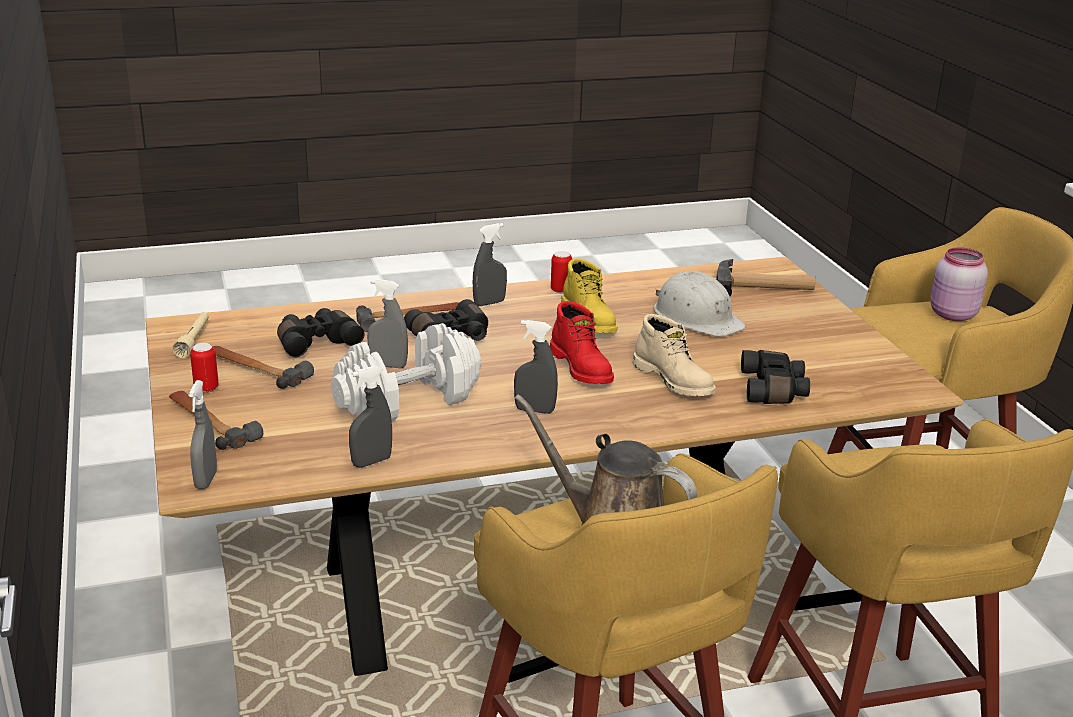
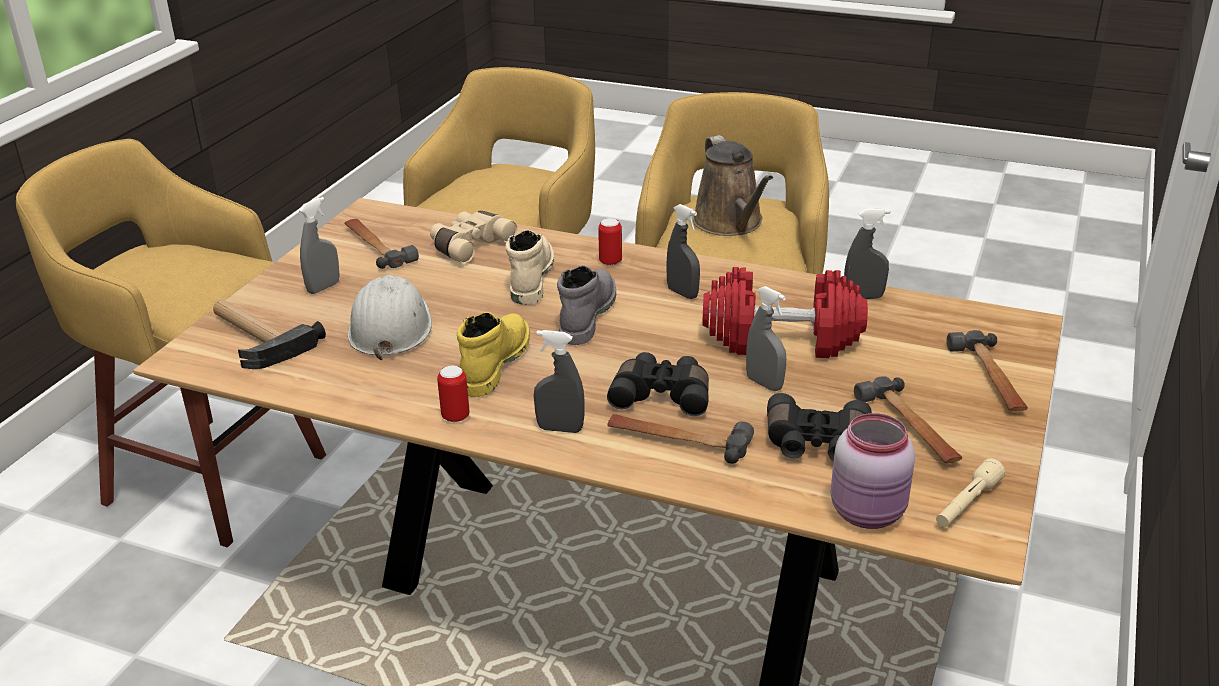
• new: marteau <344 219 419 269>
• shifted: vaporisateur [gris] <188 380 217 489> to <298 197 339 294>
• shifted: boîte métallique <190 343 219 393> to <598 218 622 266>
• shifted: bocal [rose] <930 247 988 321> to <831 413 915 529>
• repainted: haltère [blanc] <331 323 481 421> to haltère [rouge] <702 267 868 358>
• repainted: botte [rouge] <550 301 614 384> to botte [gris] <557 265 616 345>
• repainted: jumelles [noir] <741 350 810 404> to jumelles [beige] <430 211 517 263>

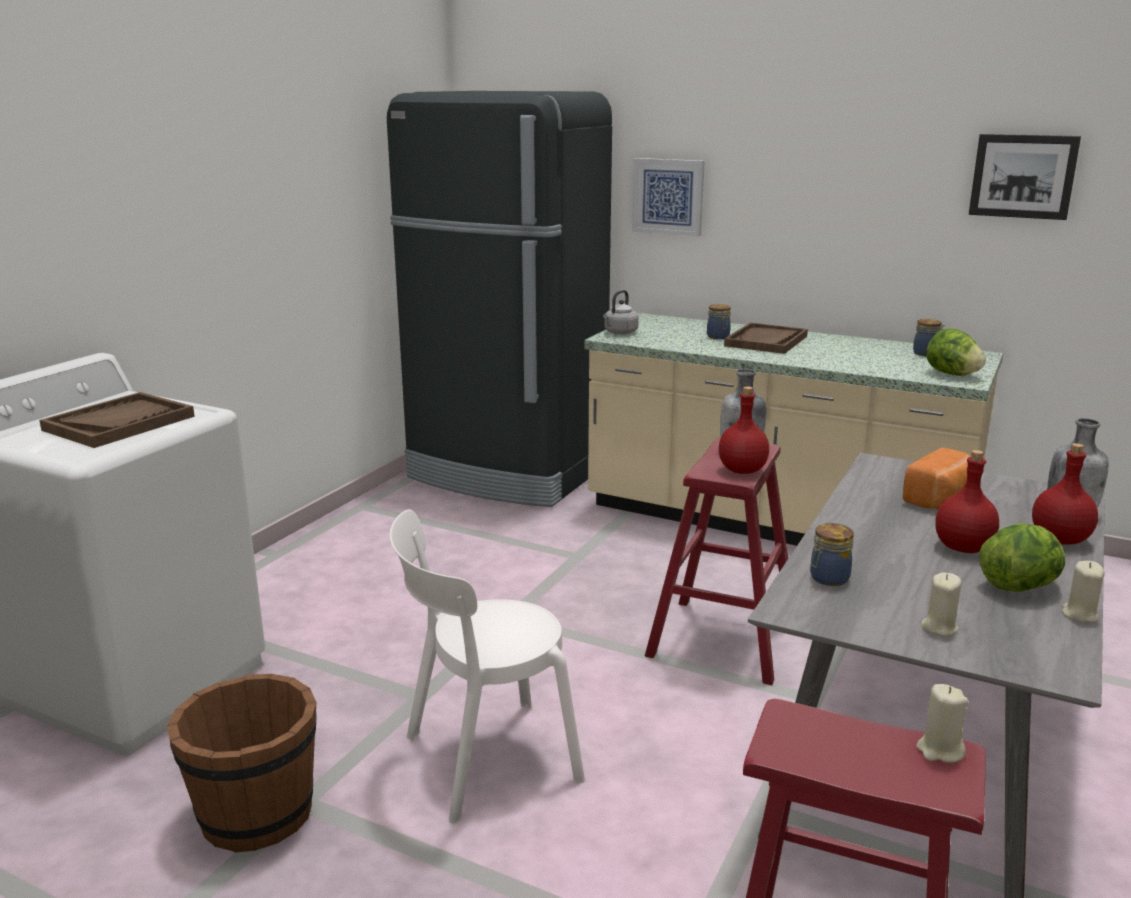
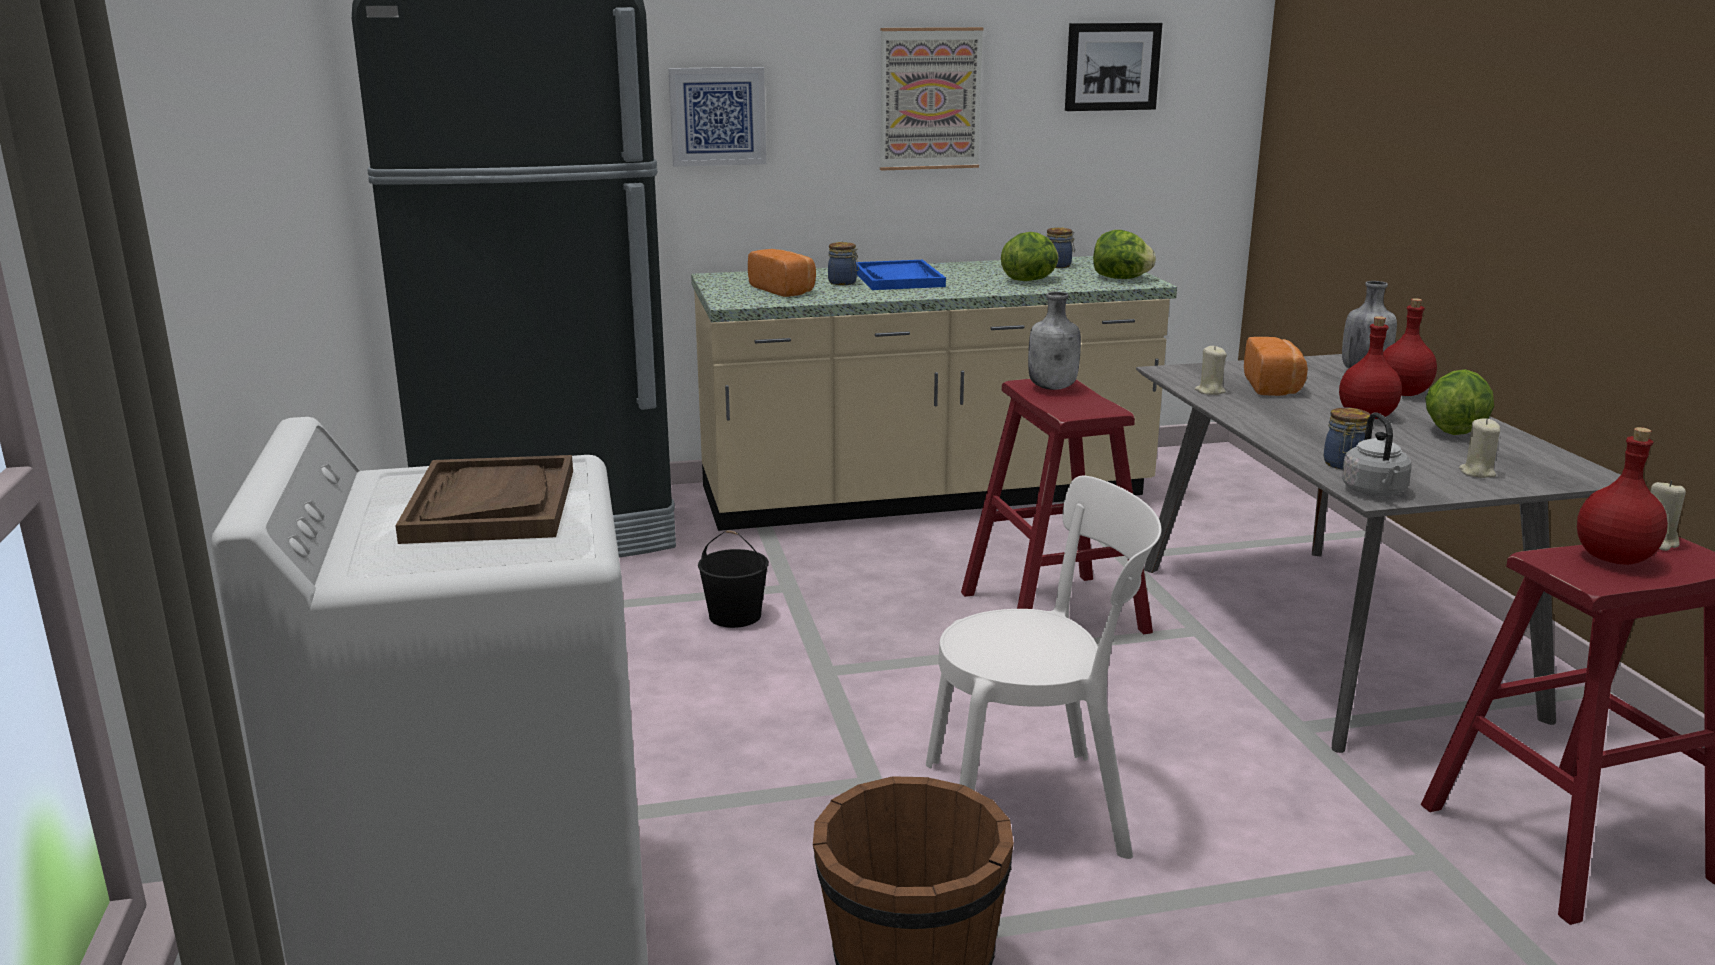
• new: seau [noir] <698 530 769 628>
• new: pain <748 249 816 297>
• new: tableau <880 27 983 171>
• new: laitue <1001 232 1059 281>
• shifted: bouilloire [gris] <603 290 639 334> to <1342 413 1412 496>
• shifted: bouteille [rouge] <719 386 769 474> to <1577 427 1668 565>
• shifted: bougie [beige] <1062 561 1104 623> to <1195 345 1227 395>
• repainted: plateau [marron] <724 323 808 354> to plateau [bleu] <856 260 946 290>
• rotated: chaise [blanc] <390 509 585 824> = <926 476 1161 859> 120 degrees counterclockwise

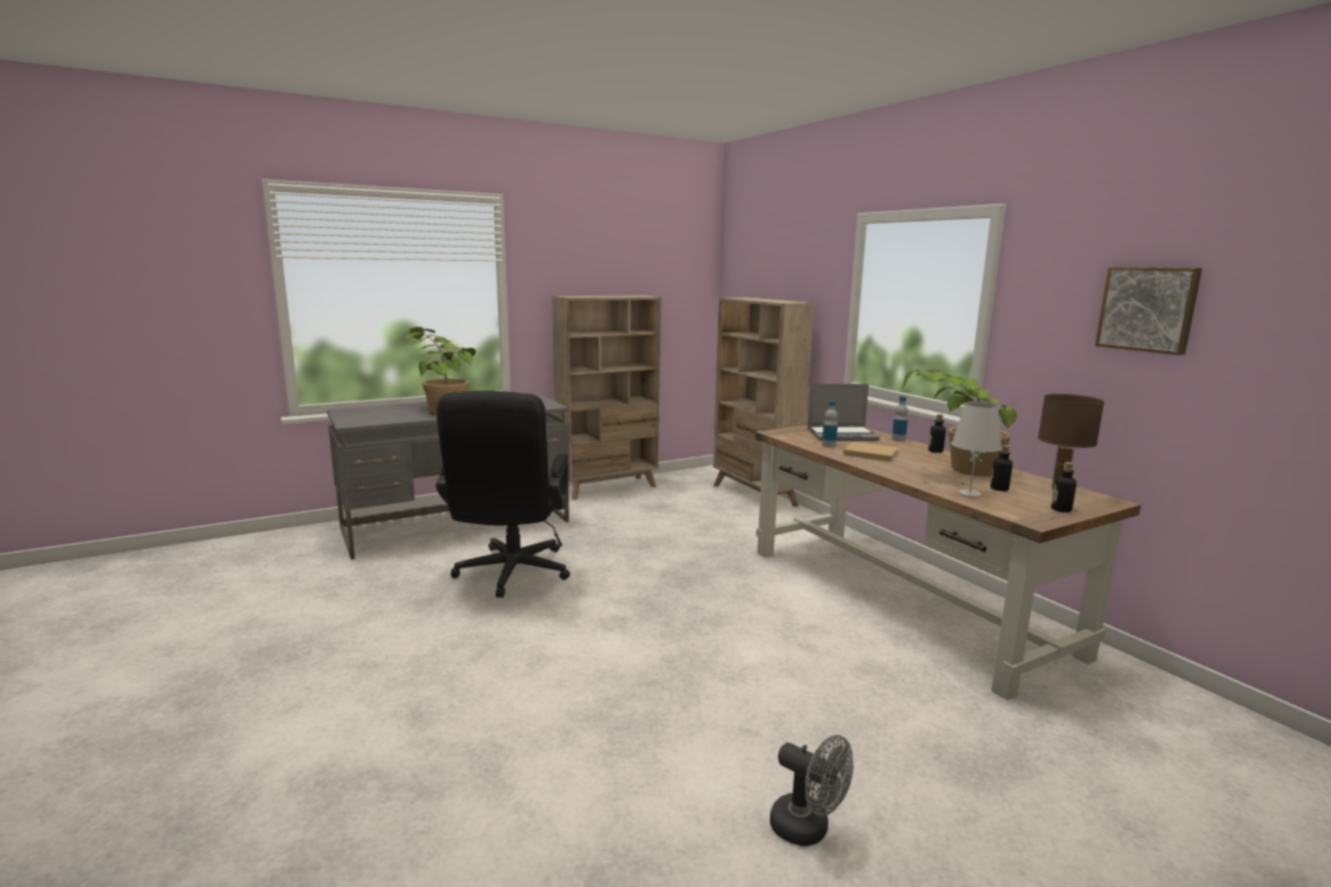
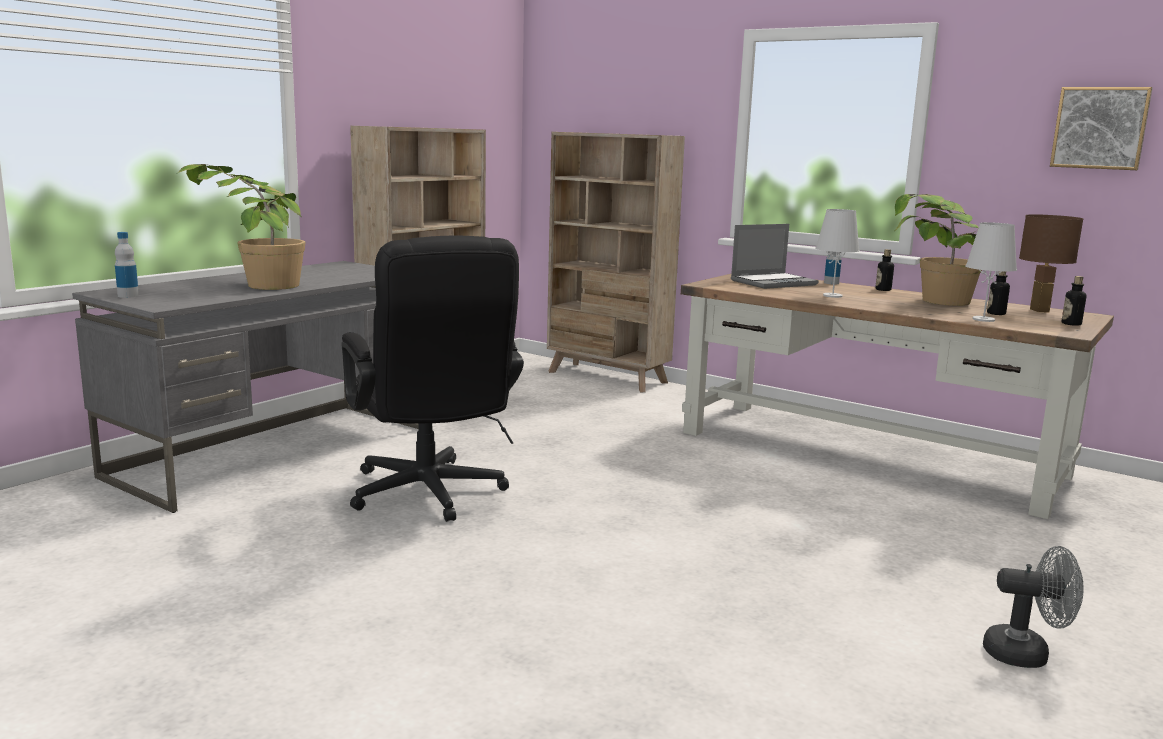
• shifted: bouteille <822 400 838 448> to <115 232 139 298>
• swapped: livre [beige] <843 442 899 462> to lampe de table [blanc] <815 209 860 298>

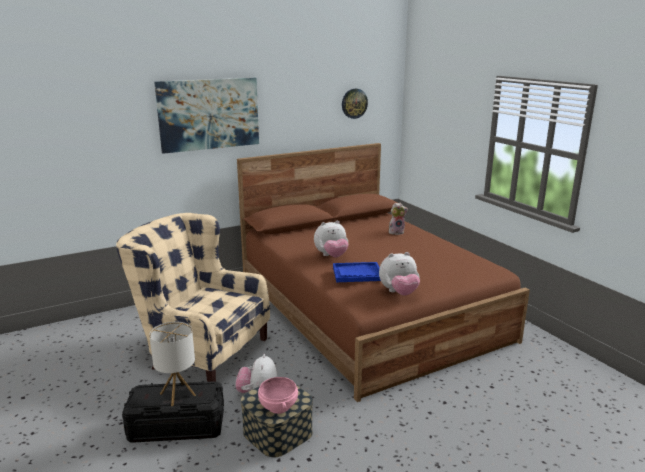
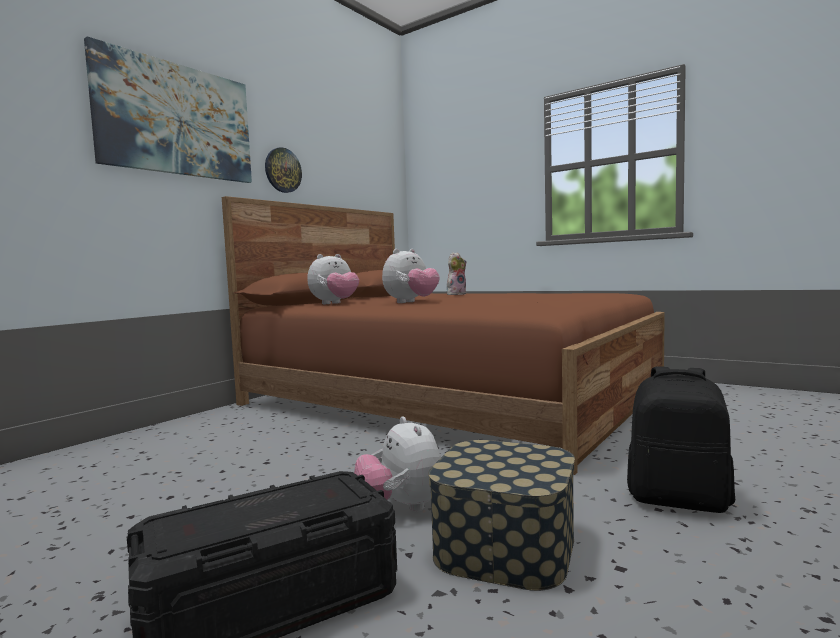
• gone: fauteuil [beige] <116 213 270 382>
• gone: lampe de table <149 322 196 406>
• gone: bol [rose] <258 377 298 414>
• gone: plateau [bleu] <333 262 381 282>
• new: sac à dos [noir] <627 366 735 513>
• shifted: horloge murale <342 89 368 119> to <265 147 302 193>
• shifted: peluche <379 252 420 296> to <307 254 359 304>

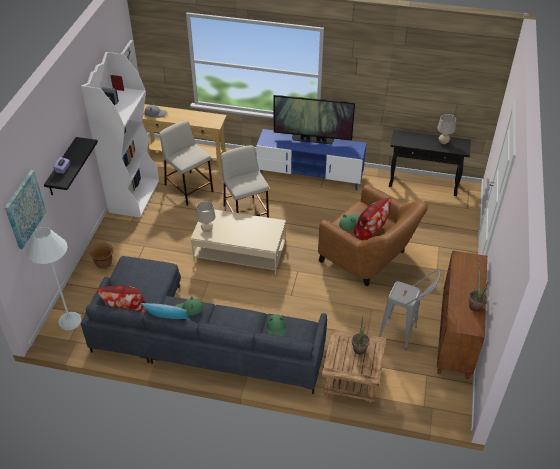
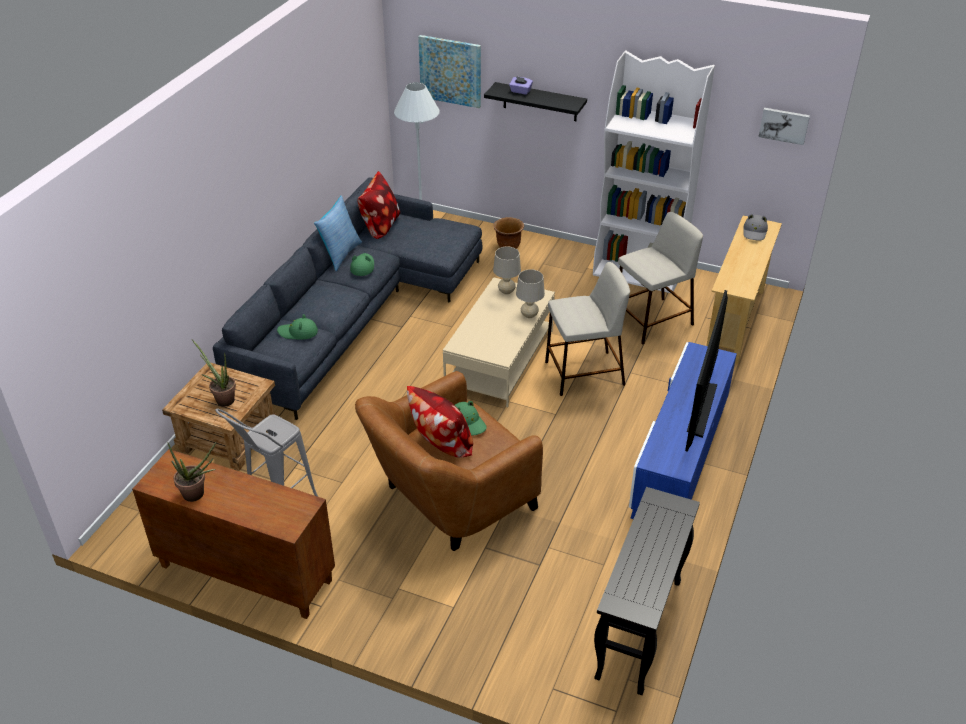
• shifted: lampe de table [beige] <437 114 456 144> to <516 269 545 318>

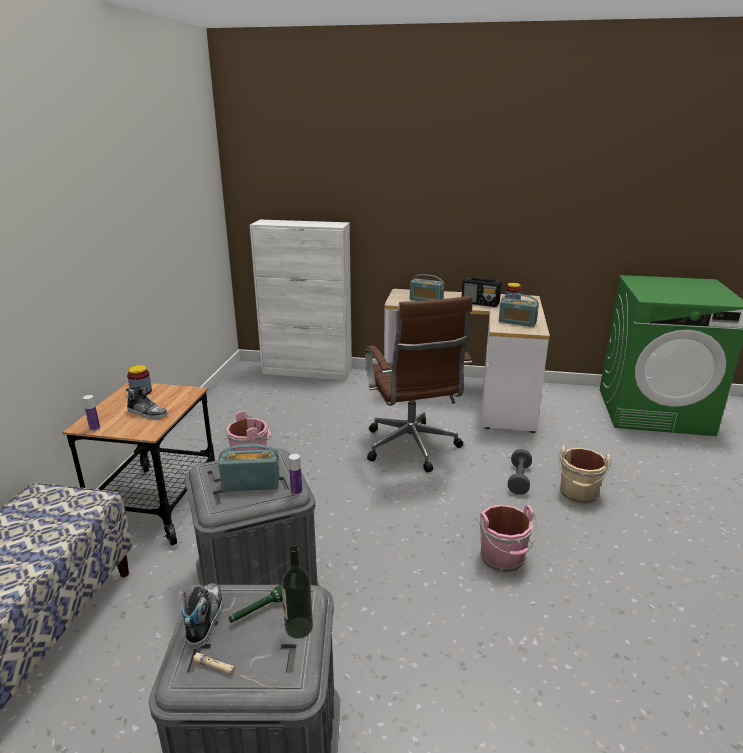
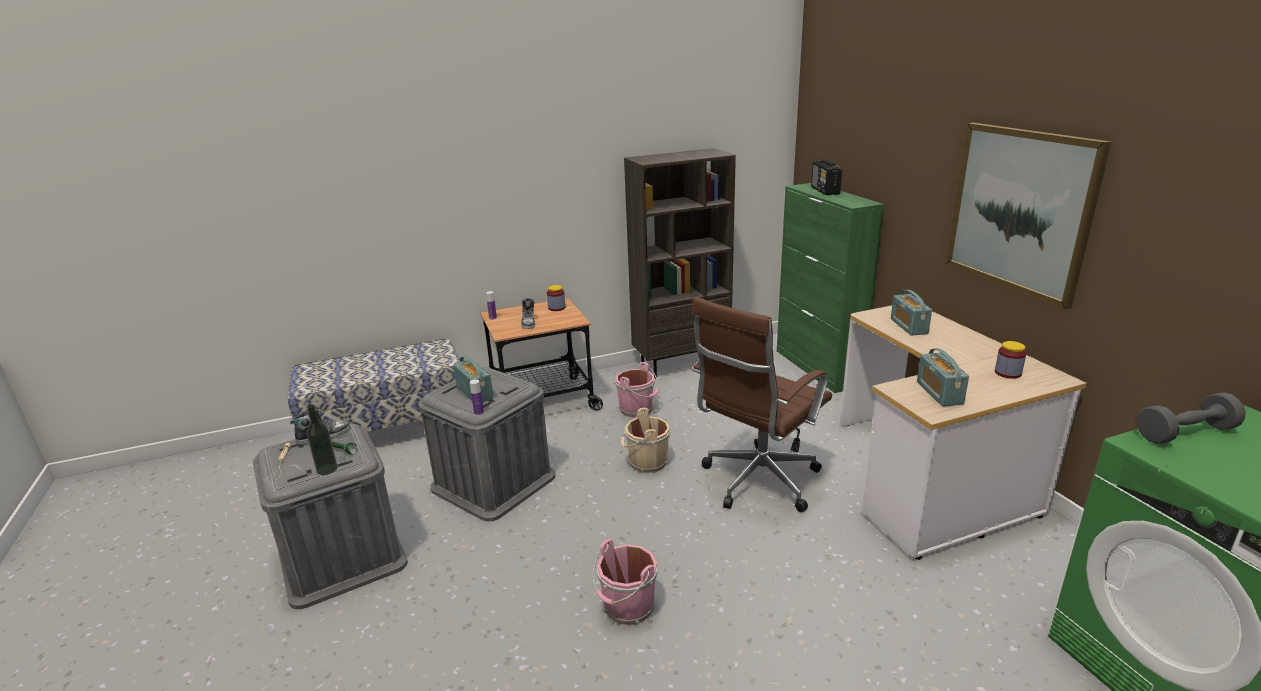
• new: bibliothèque [marron] <624 148 736 379>
• new: tableau <946 123 1111 310>
• shifted: radio <462 277 501 307> to <811 159 842 195>
• shifted: haltère [gris] <508 449 532 495> to <1137 392 1246 444>
• shifted: seau [beige] <559 445 611 504> to <621 408 670 473>
• repainted: meuble de rangement [blanc] <250 220 352 380> to meuble de rangement [vert] <777 183 884 393>

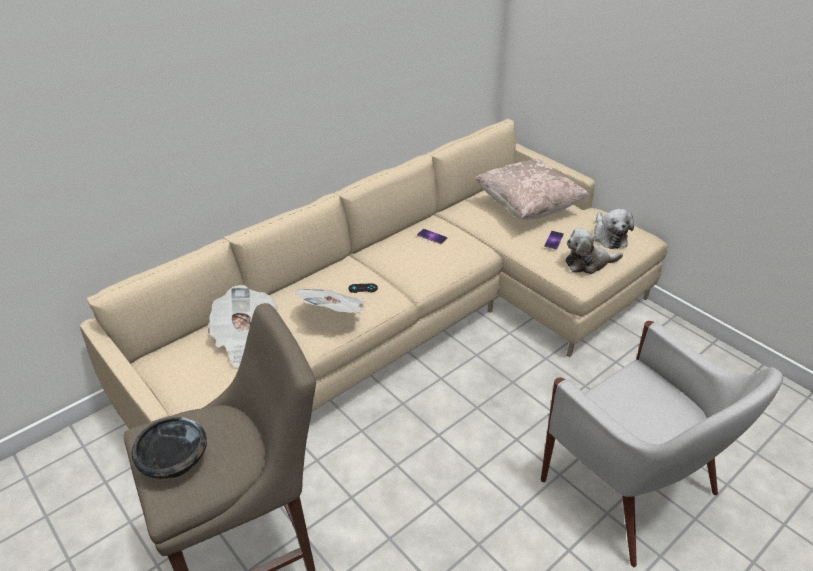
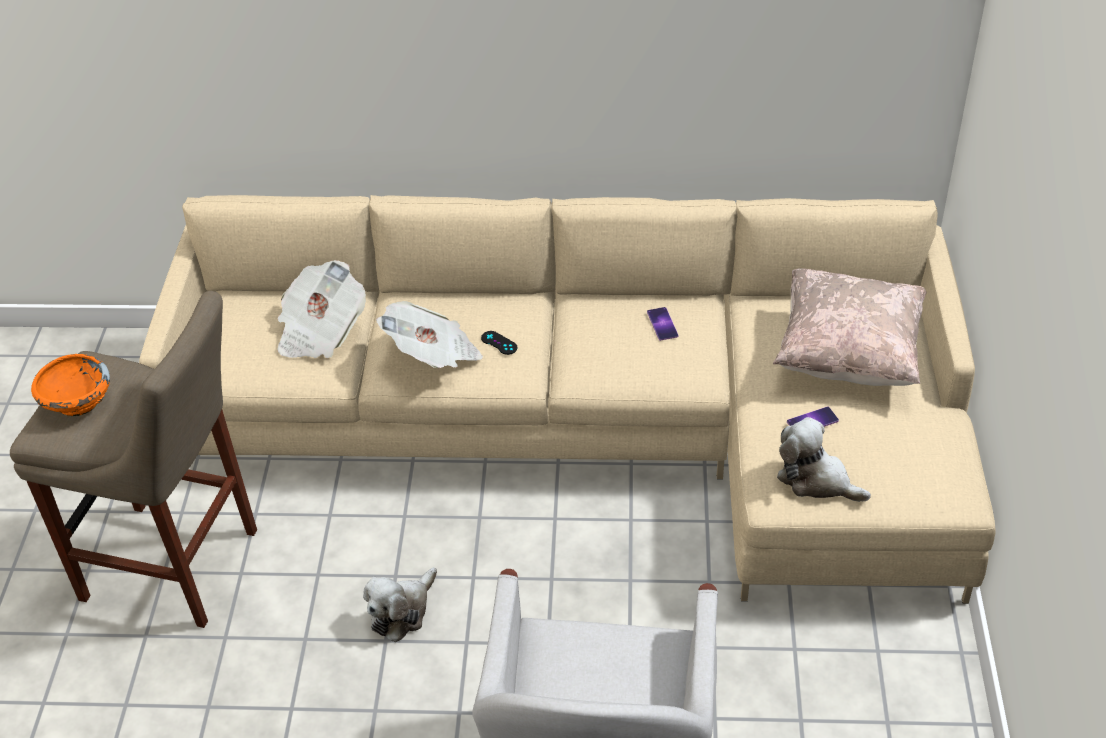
• shifted: peluche <593 209 634 249> to <363 567 437 642>
• repainted: bol [noir] <132 417 207 479> to bol [orange] <31 354 110 417>

